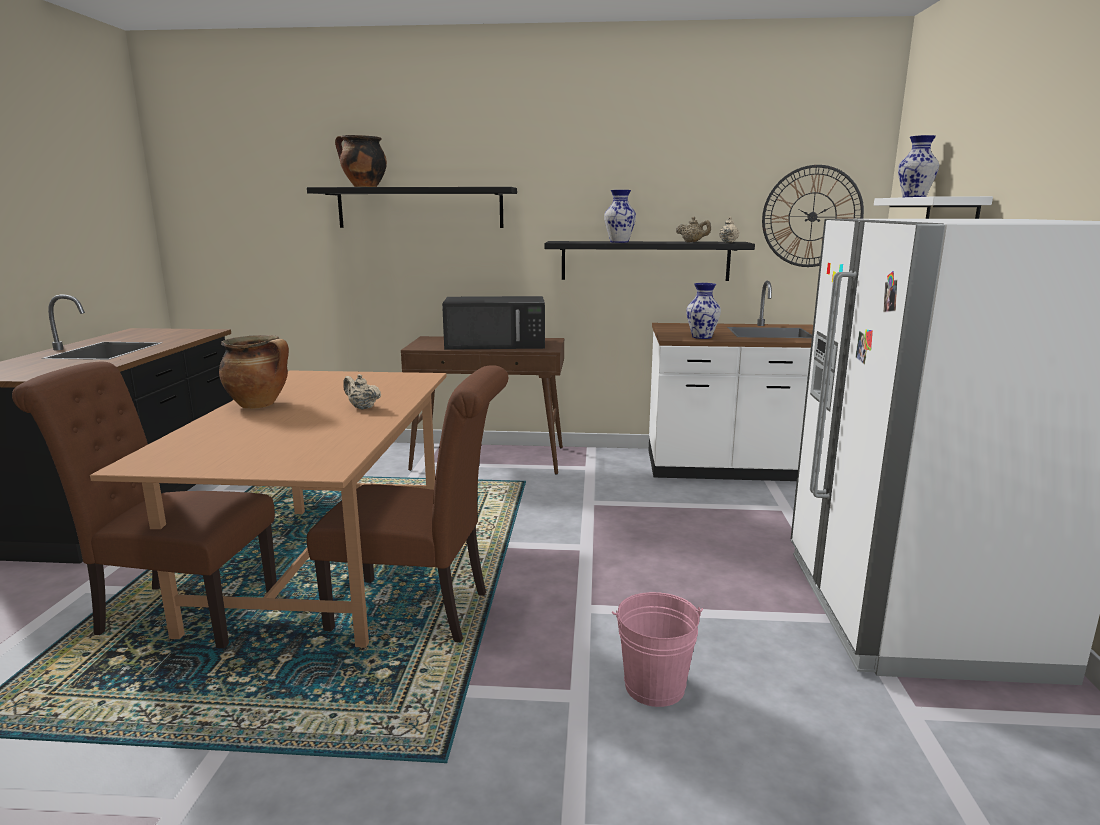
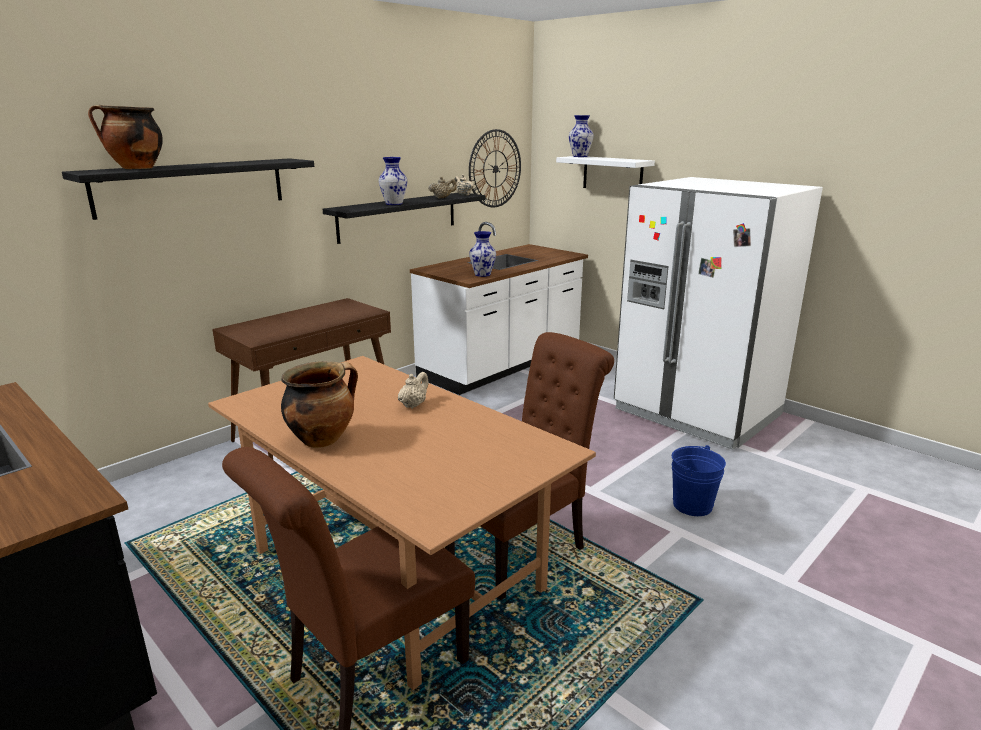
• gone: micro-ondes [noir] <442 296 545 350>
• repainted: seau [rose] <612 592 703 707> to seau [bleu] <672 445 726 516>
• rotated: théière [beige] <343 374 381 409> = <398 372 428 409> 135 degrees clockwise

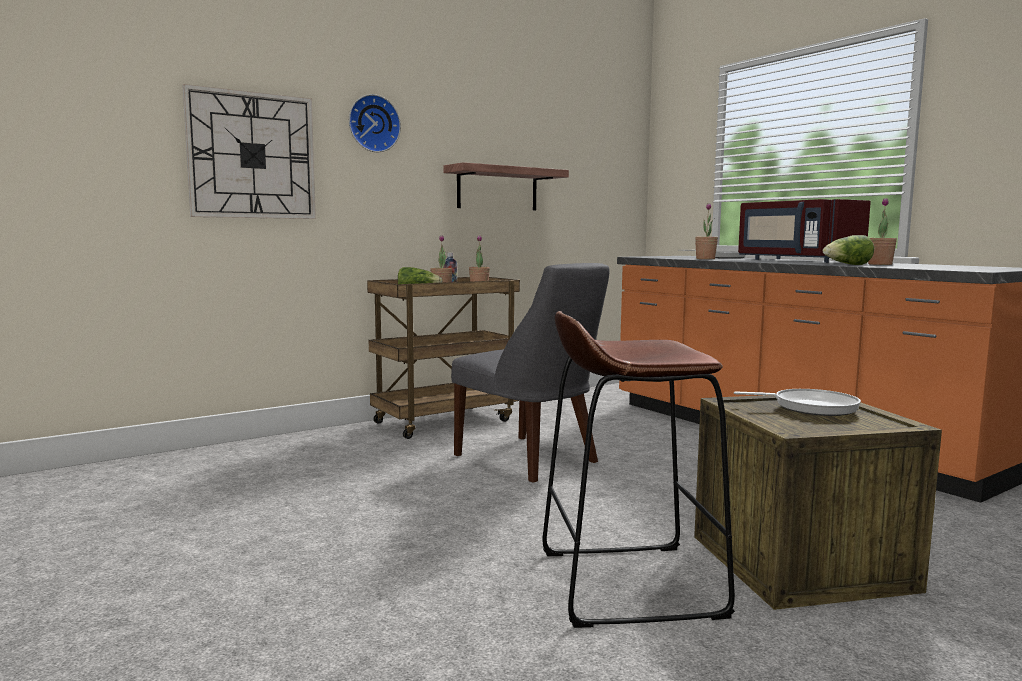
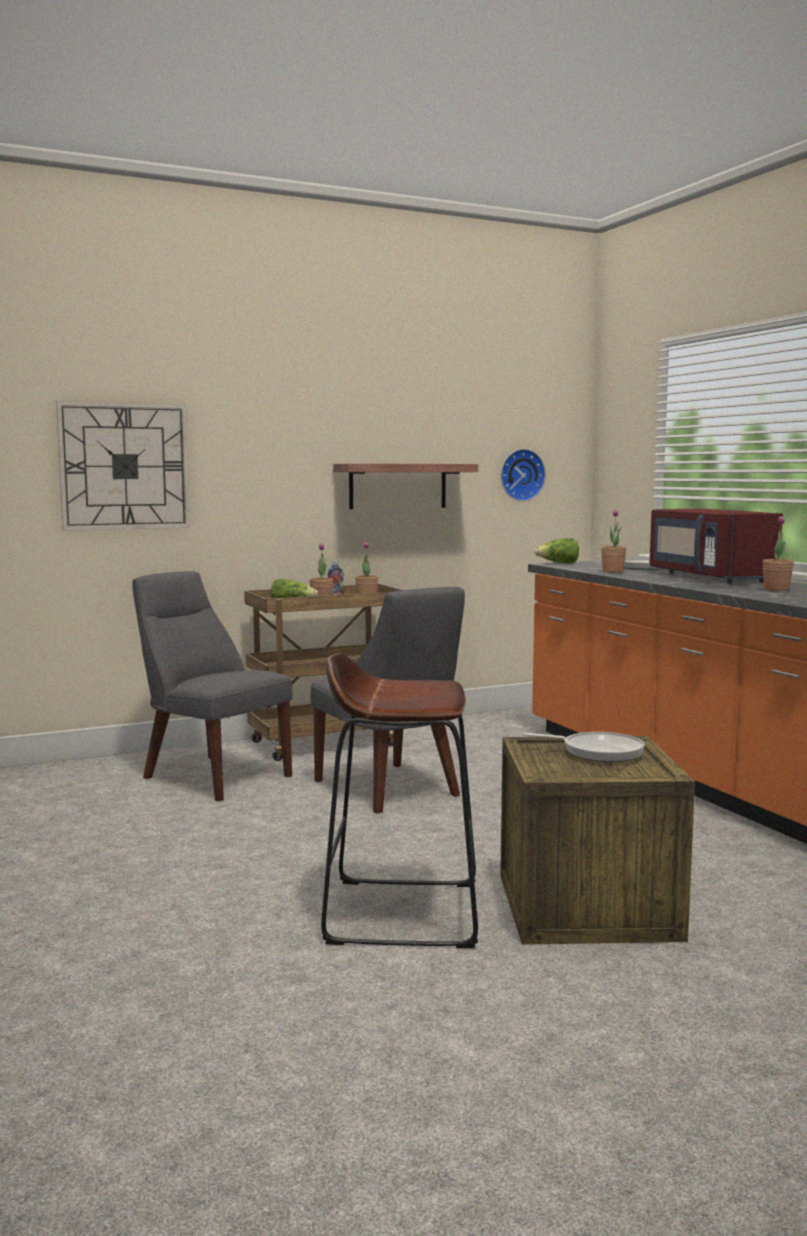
• new: chaise [gris] <132 571 293 801>
• shifted: horloge murale <349 94 401 152> to <501 449 546 501>
• shifted: laitue <823 235 874 265> to <534 538 579 563>

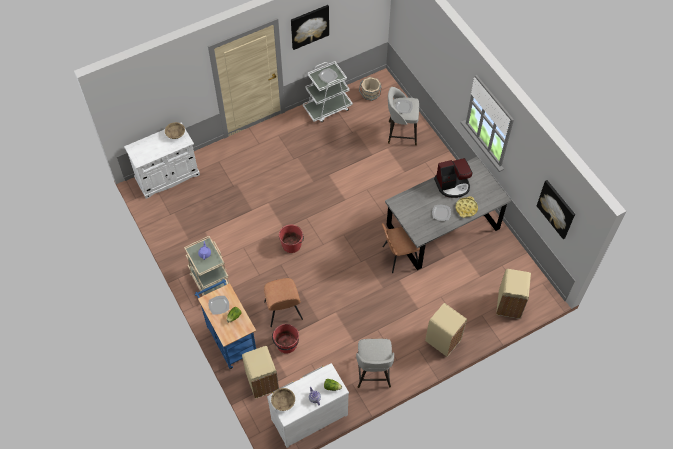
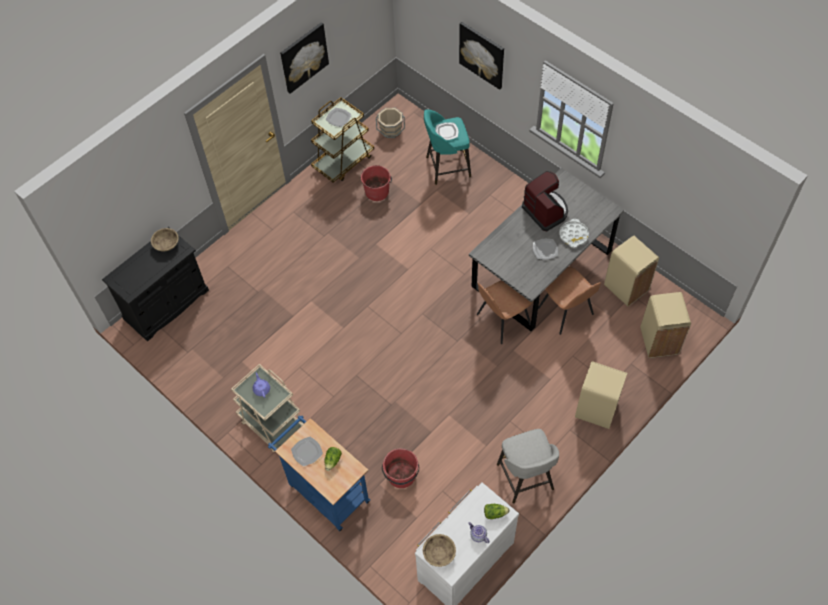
• shifted: poubelle [beige] <242 346 279 398> to <604 236 659 306>
• shifted: chaise [marron] <264 278 303 327> to <538 267 601 335>
• shifted: seau [rouge] <279 225 304 253> to <361 165 392 201>
• shifted: tableau <537 180 575 239> to <459 22 504 90>
• repainted: meuble de rangement [blanc] <124 122 200 199> to meuble de rangement [noir] <102 227 209 341>
• repainted: chariot [blanc] <303 61 353 122> to chariot [marron] <311 97 374 183>
• repainted: tabouret [gris] <388 87 419 145> to tabouret [turquoise] <424 109 471 185>
• repainted: plateau [jaune] <456 196 478 218> to plateau [blanc] <559 219 589 248>
• rotated: machine à café <434 158 472 198> = <522 171 568 231> 90 degrees counterclockwise

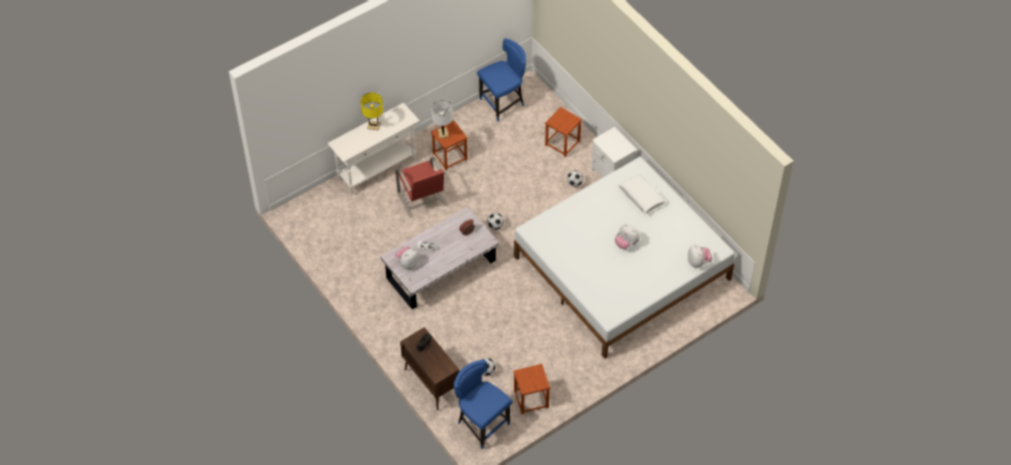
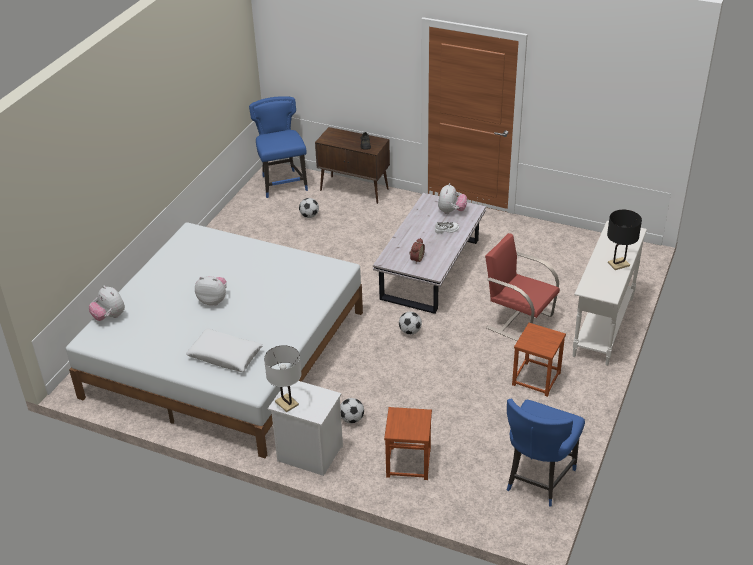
• gone: tabouret [marron] <513 364 550 414>
• shifted: lampe de table [blanc] <431 100 453 138> to <264 345 302 412>
• repainted: lampe de table [jaune] <361 93 383 130> to lampe de table [noir] <607 210 642 270>
• rotated: chaise [bleu] <454 360 512 449> = <249 96 308 198> 120 degrees counterclockwise

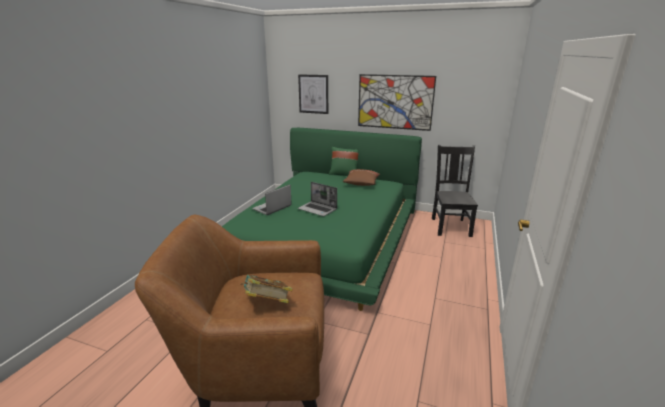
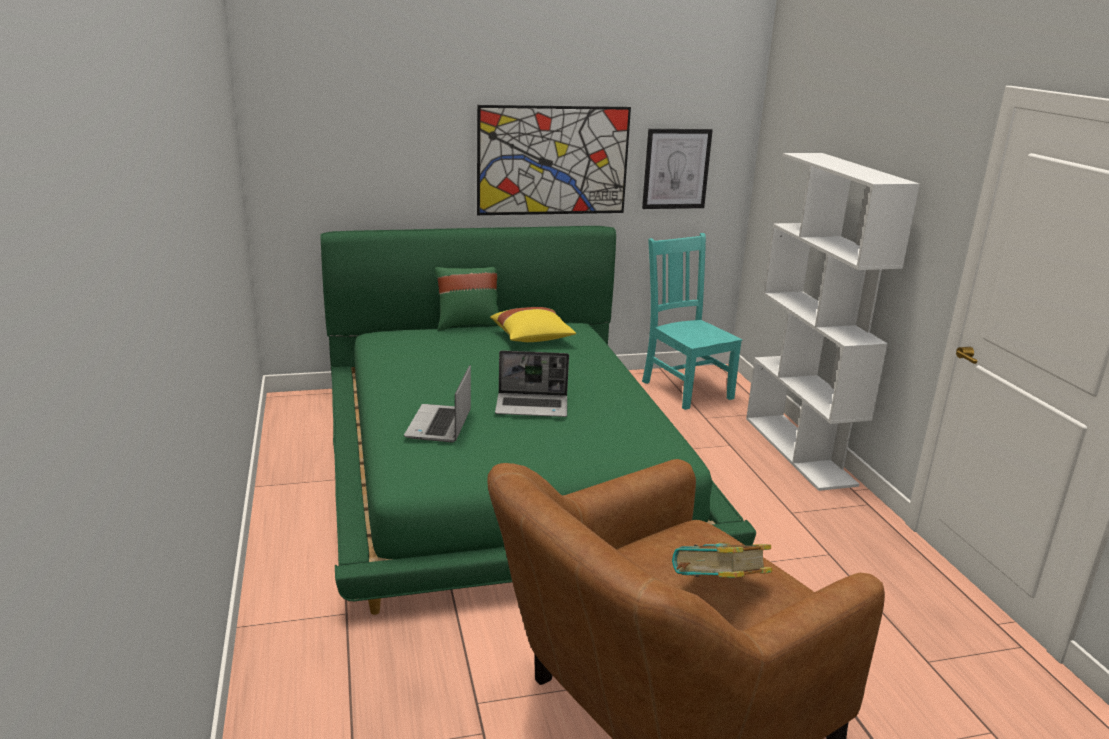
• new: bibliothèque [blanc] <746 153 920 491>
• shifted: tableau <298 74 328 114> to <642 129 713 209>
• repainted: coussin [marron] <343 169 380 186> to coussin [jaune] <490 307 576 342>
• repainted: chaise [noir] <432 145 478 237> to chaise [turquoise] <642 233 742 410>

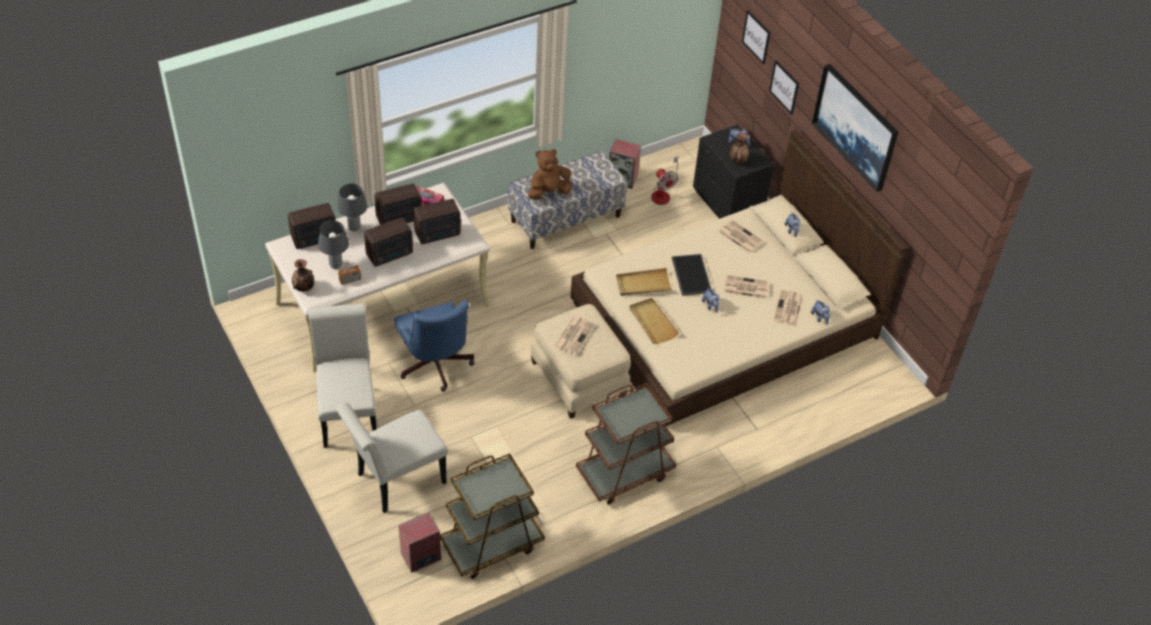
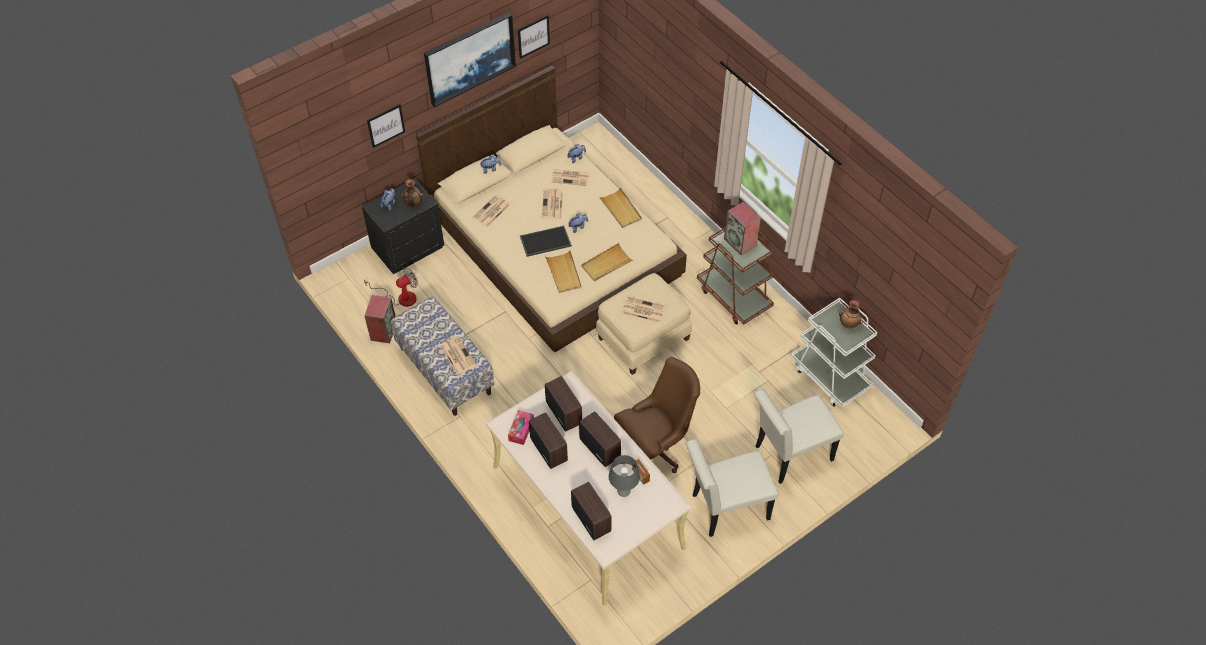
• gone: lampe de table [gris] <337 183 368 231>
• new: plateau [beige] <599 187 642 228>
• shifted: vase <292 259 314 292> to <839 300 863 329>
• shifted: enceinte <399 512 441 573> to <724 202 761 255>
• shifted: tableau <742 10 771 65> to <518 15 550 59>
• swapped: peluche [marron] <528 149 573 200> to journal <440 336 476 374>
• repainted: chaise de bureau [bleu] <394 300 475 392> to chaise de bureau [marron] <614 357 700 473>
• repainted: chariot [marron] <440 453 545 579> to chariot [blanc] <790 298 877 407>
• rotated: chaise [blanc] <336 403 448 513> = <754 389 844 484> 105 degrees clockwise

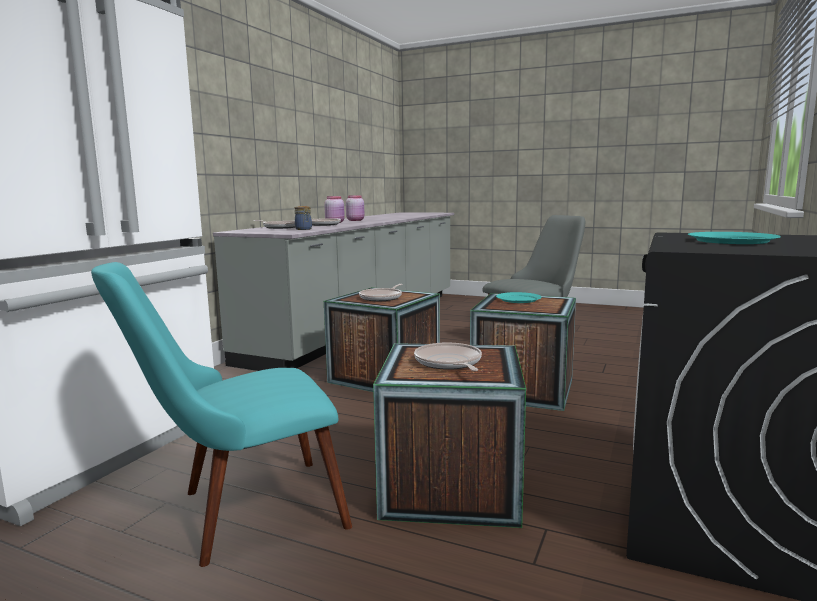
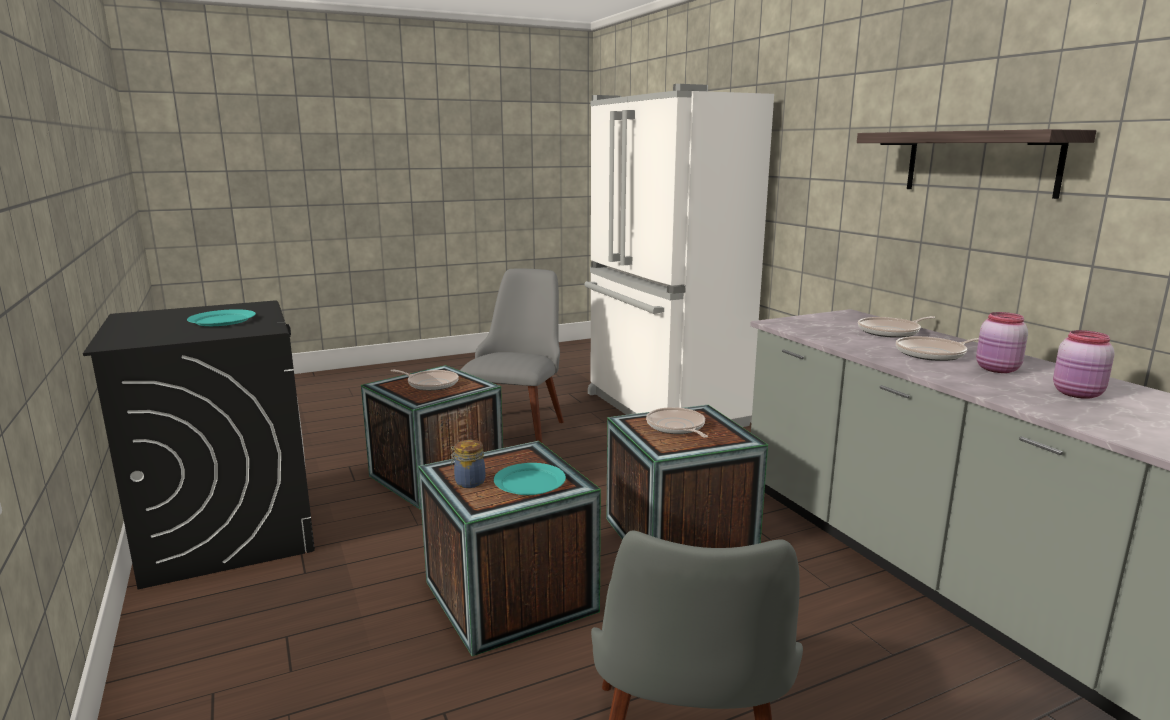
• new: étagère <857 129 1096 199>
• shifted: bocal <295 206 312 230> to <451 440 485 488>
• repainted: chaise [turquoise] <91 262 352 567> to chaise [gris] <460 269 564 443>

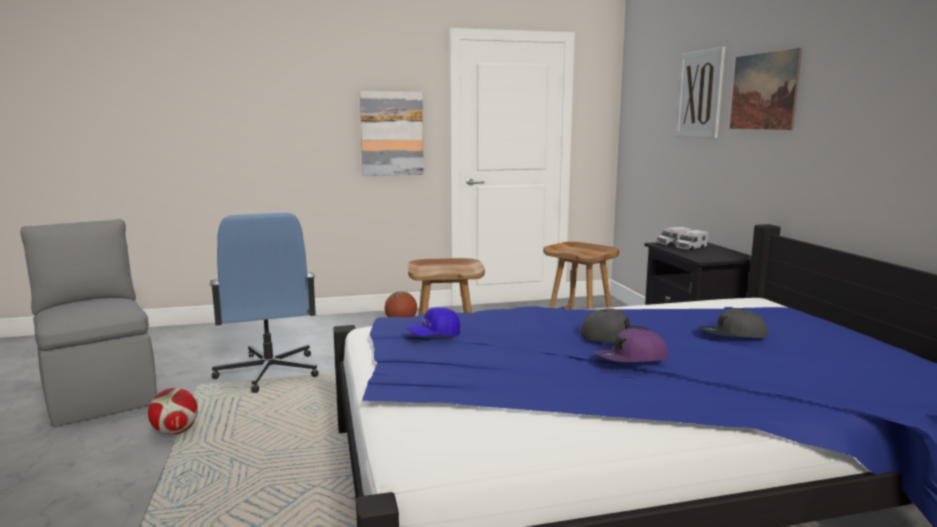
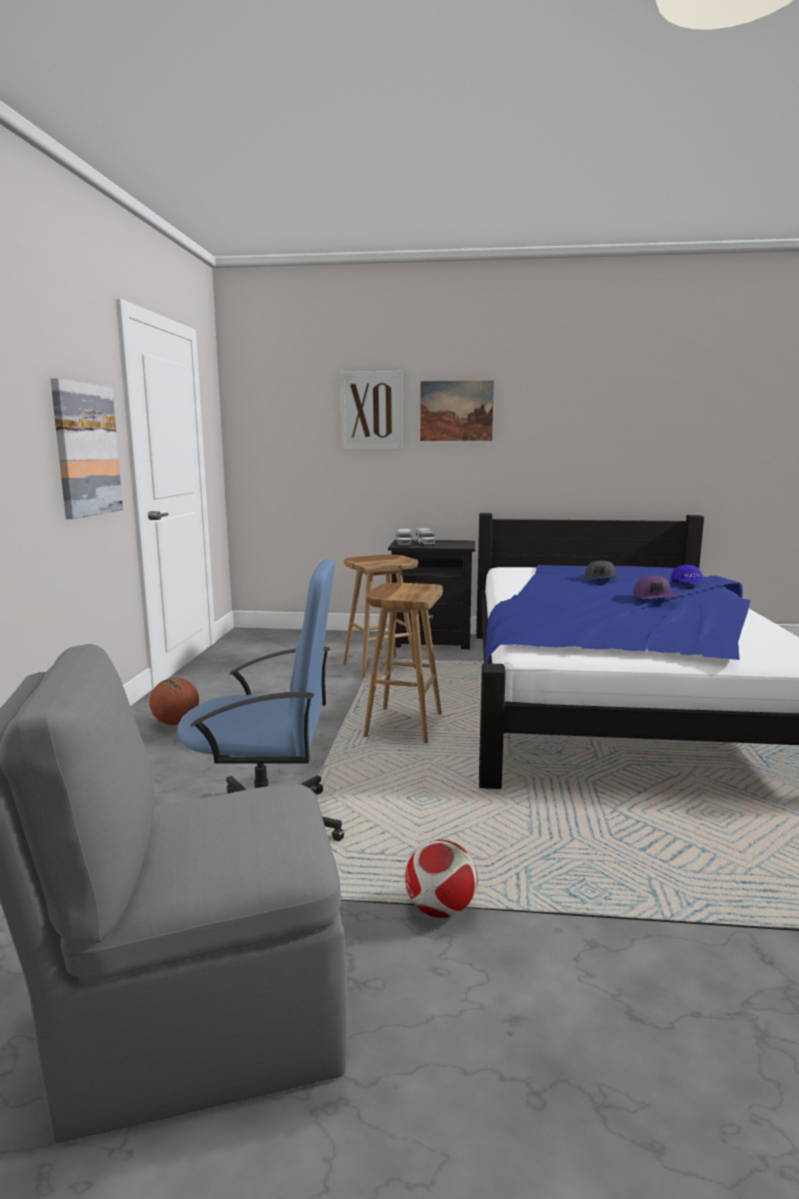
• gone: casquette [gris] <580 308 649 343>
• shifted: casquette [bleu] <405 307 460 336> to <670 564 706 583>

